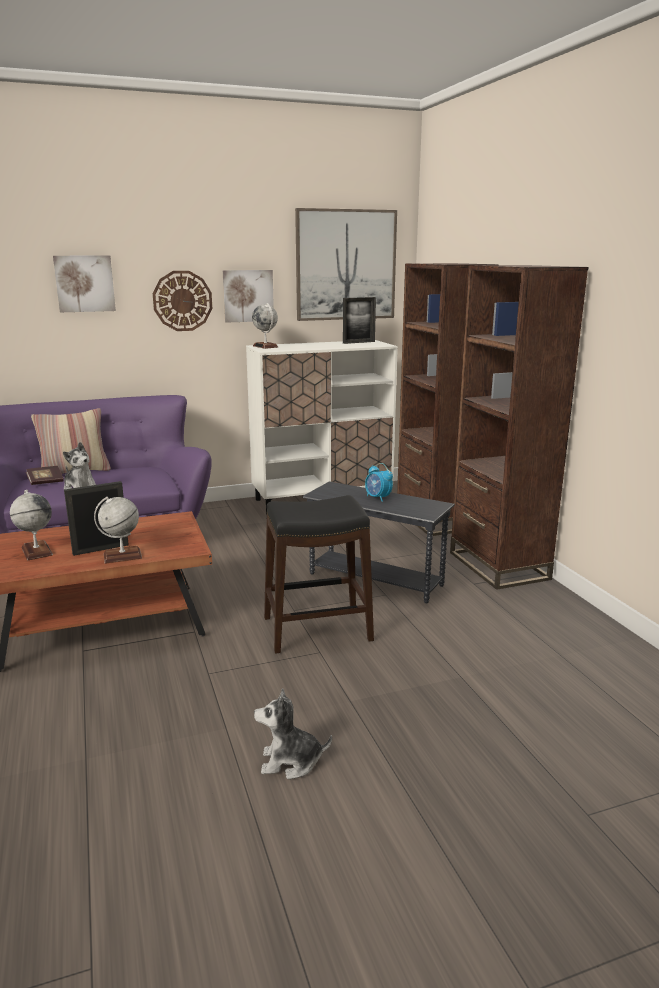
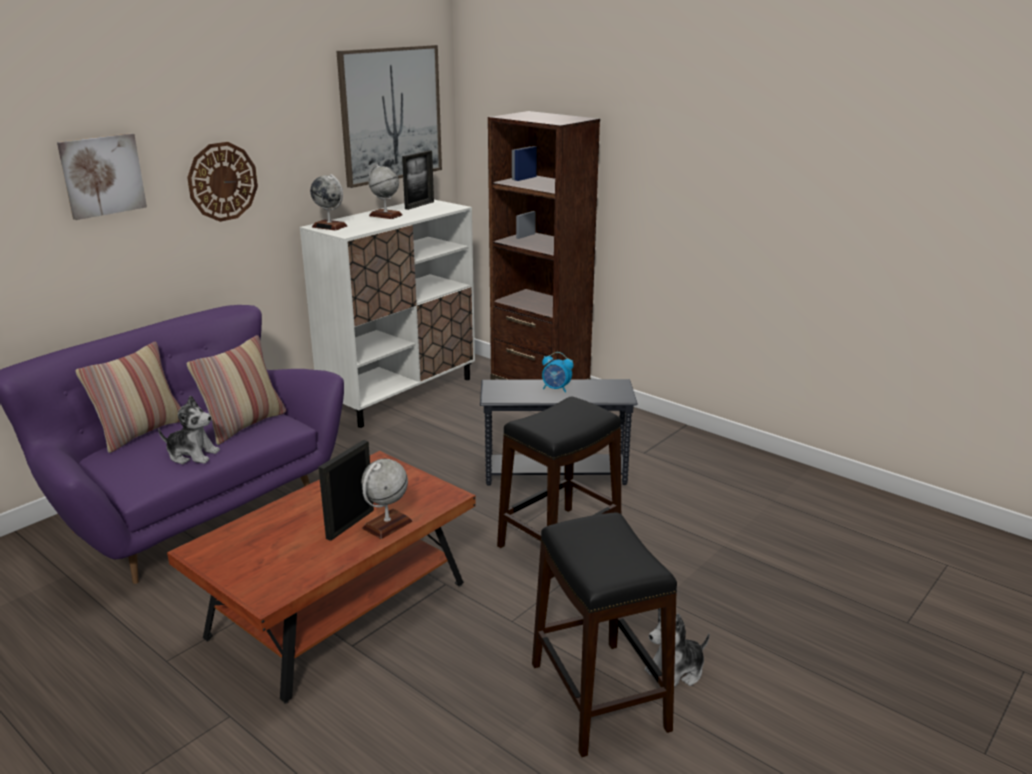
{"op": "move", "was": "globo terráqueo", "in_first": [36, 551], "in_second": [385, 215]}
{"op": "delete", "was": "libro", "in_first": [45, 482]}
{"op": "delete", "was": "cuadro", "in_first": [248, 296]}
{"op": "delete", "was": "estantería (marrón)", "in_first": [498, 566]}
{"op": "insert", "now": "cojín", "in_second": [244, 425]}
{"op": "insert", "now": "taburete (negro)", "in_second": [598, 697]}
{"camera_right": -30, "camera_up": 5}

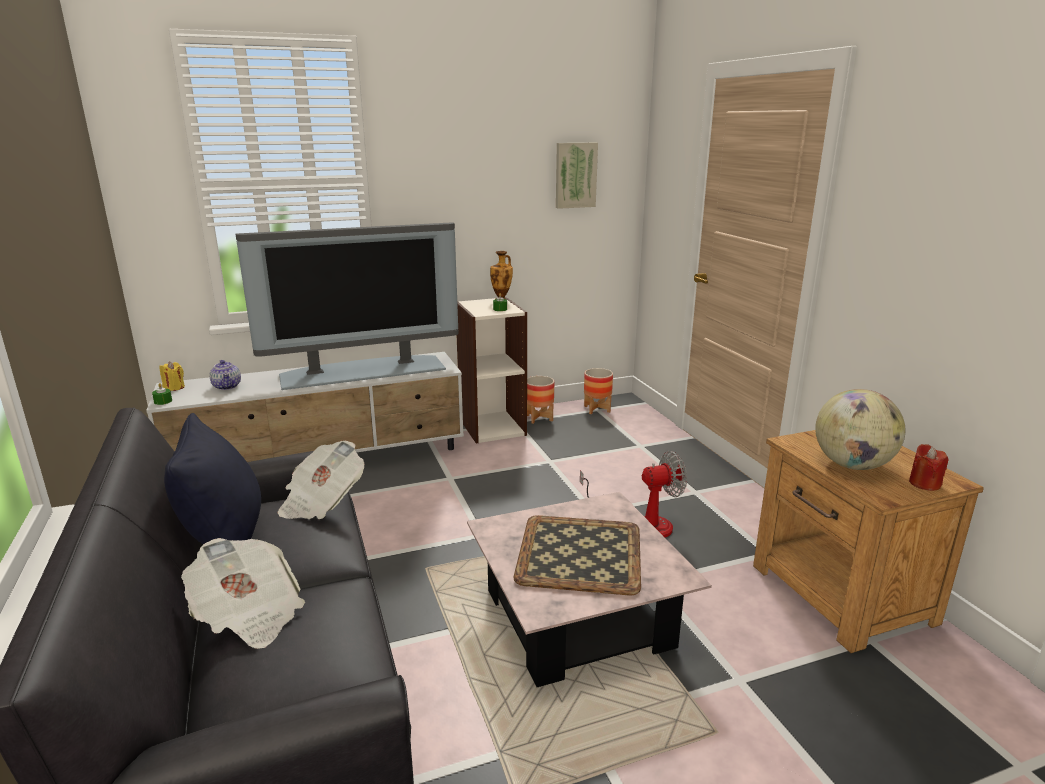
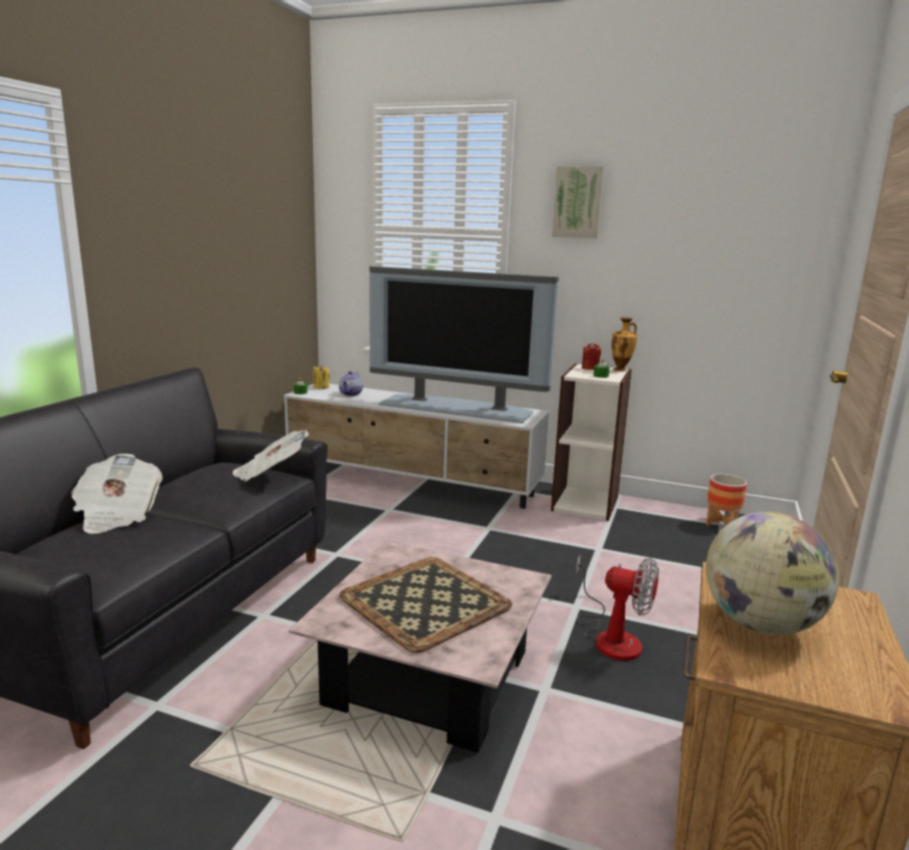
{"op": "delete", "was": "cojín (negro)", "in_first": [225, 538]}
{"op": "delete", "was": "maceta", "in_first": [539, 418]}
{"op": "move", "was": "cuadro", "in_first": [575, 175], "in_second": [578, 202]}
{"op": "move", "was": "vela (rojo)", "in_first": [924, 483], "in_second": [590, 368]}
{"camera_right": 40, "camera_up": -5}

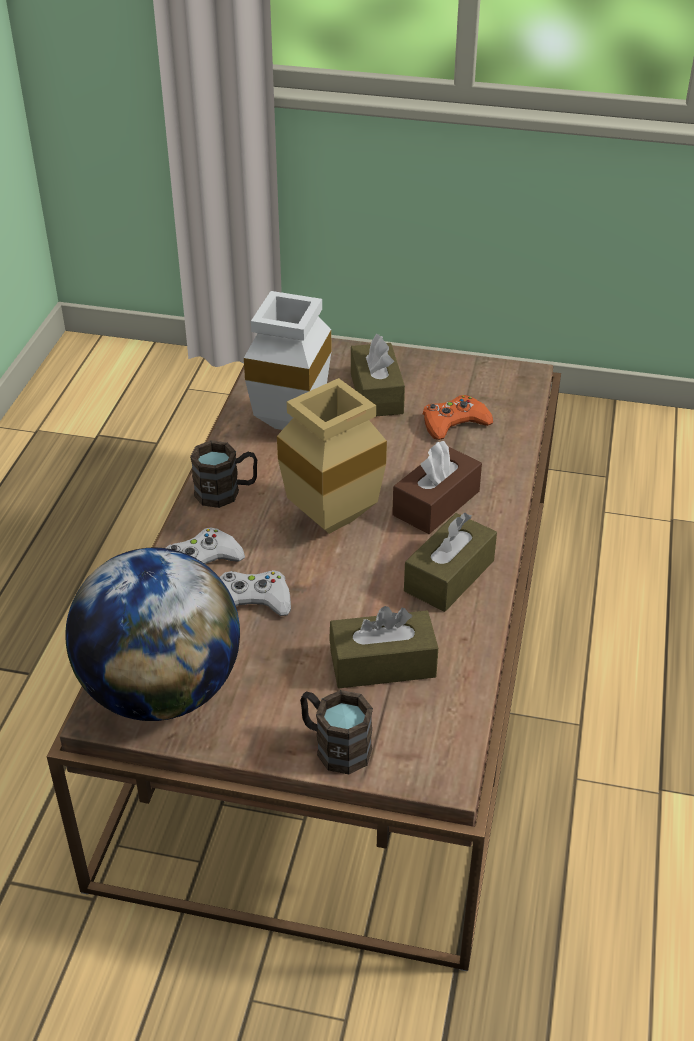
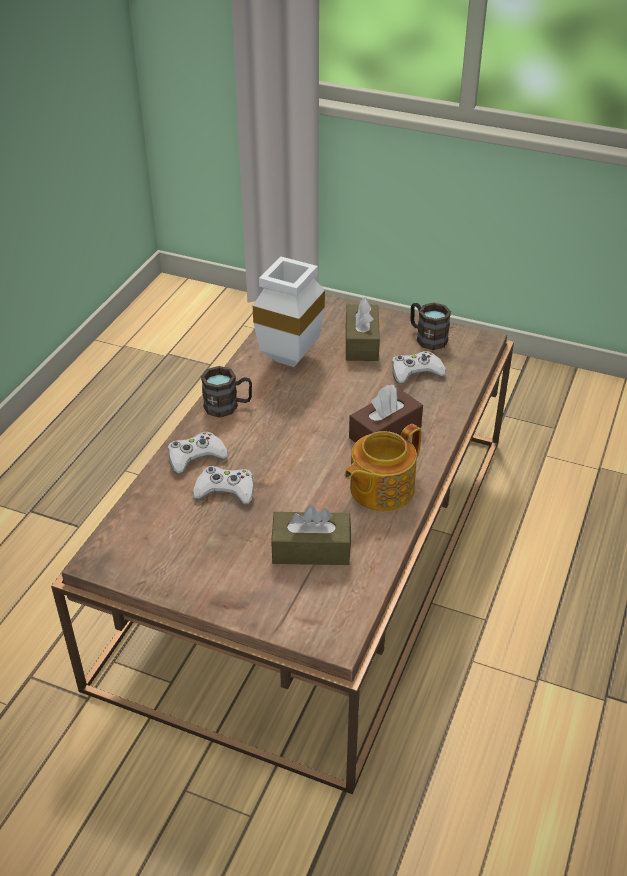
{"op": "delete", "was": "globo terráqueo", "in_first": [162, 691]}
{"op": "delete", "was": "florero (beis)", "in_first": [330, 523]}
{"op": "move", "was": "taza grande (marrón)", "in_first": [334, 746], "in_second": [427, 337]}
{"op": "replace", "was": "caja de pañuelos (marrón)", "now": "tetera", "in_first": [449, 576], "in_second": [380, 489]}
{"op": "recolor", "was": "mando de consola (naranja)", "now": "mando de consola (blanco)", "in_first": [454, 423], "in_second": [416, 372]}
{"camera_right": 10, "camera_up": 0}

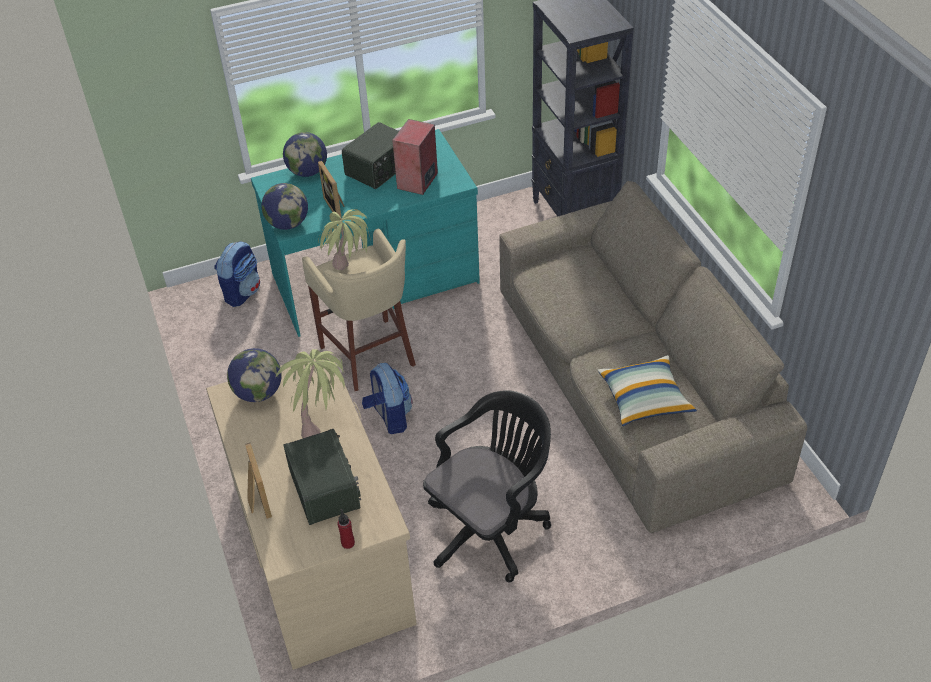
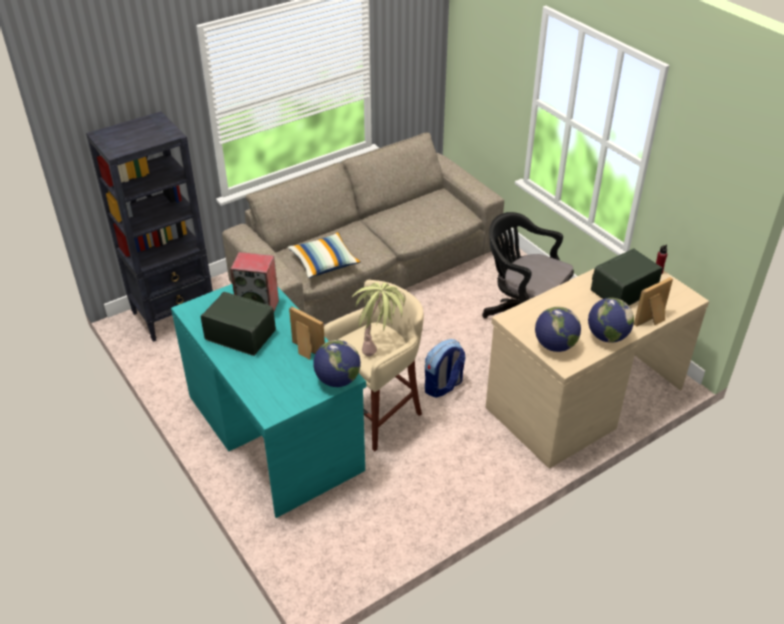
{"op": "delete", "was": "mochila", "in_first": [242, 292]}
{"op": "delete", "was": "planta en maceta", "in_first": [321, 422]}
{"op": "move", "was": "globo terráqueo", "in_first": [308, 172], "in_second": [607, 336]}
{"op": "rotate", "was": "portarretratos", "in_first": [337, 207], "in_second": [305, 351], "clockwise": -105}
{"op": "move", "was": "cojín", "in_first": [645, 399], "in_second": [324, 262]}
{"camera_right": -105, "camera_up": -5}

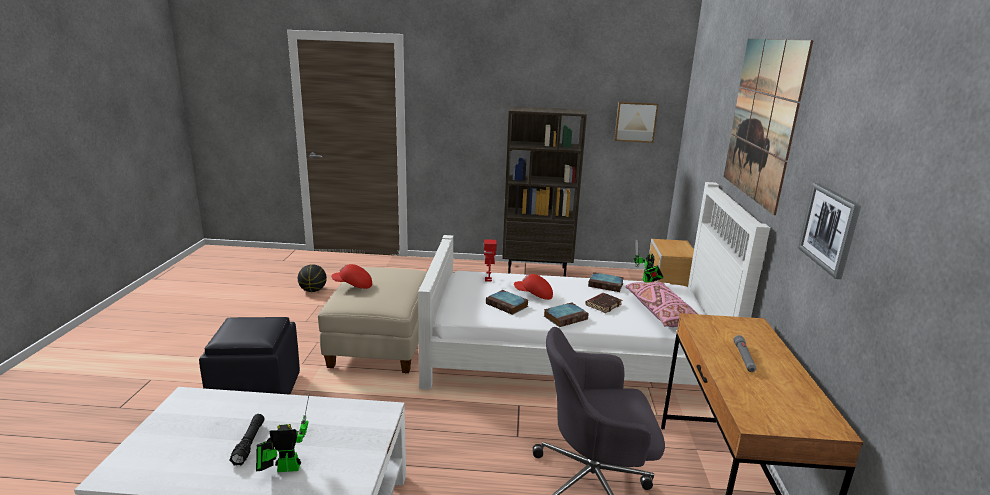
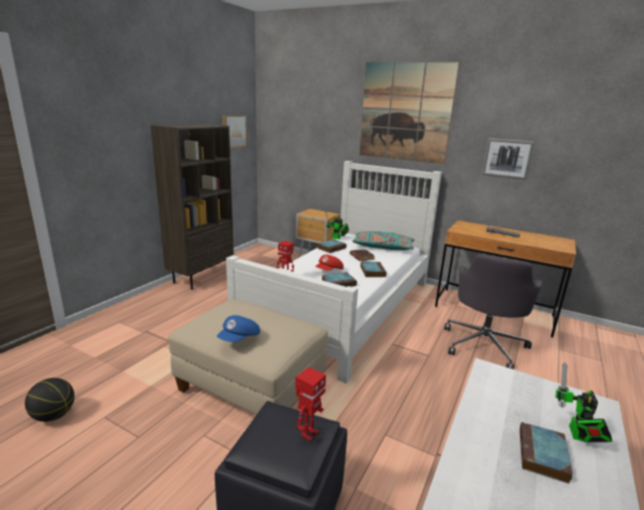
{"op": "replace", "was": "linterna (negro)", "now": "libro", "in_first": [249, 444], "in_second": [543, 456]}
{"op": "recolor", "was": "gorra (rojo)", "now": "gorra (azul)", "in_first": [353, 285], "in_second": [239, 339]}
{"op": "recolor", "was": "cojín (rosa)", "now": "cojín (turquesa)", "in_first": [661, 313], "in_second": [382, 247]}
{"op": "insert", "now": "robot de juguete", "in_second": [308, 433]}
{"camera_right": -65, "camera_up": 0}

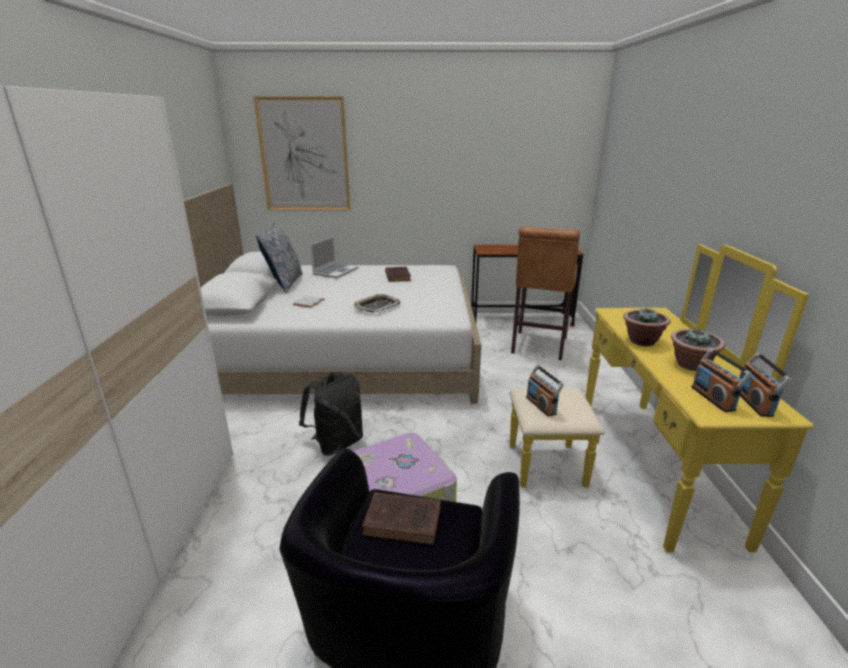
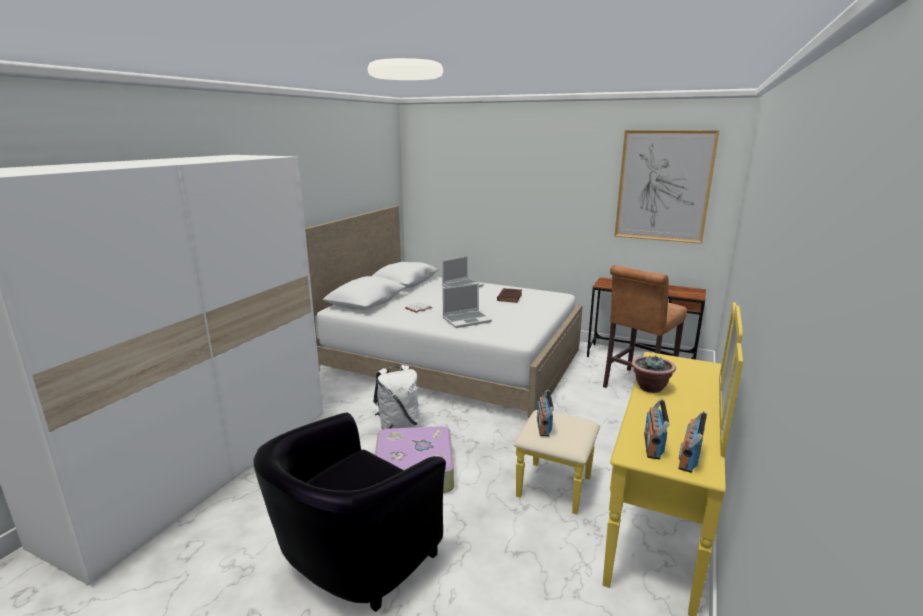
{"op": "move", "was": "cuadro", "in_first": [304, 155], "in_second": [663, 186]}
{"op": "delete", "was": "cojín", "in_first": [284, 283]}
{"op": "recolor", "was": "mochila (negro)", "now": "mochila (blanco)", "in_first": [336, 443], "in_second": [398, 424]}
{"op": "replace", "was": "bandeja", "now": "portátil", "in_first": [377, 307], "in_second": [467, 320]}
{"op": "delete", "was": "libro (marrón)", "in_first": [405, 521]}
{"op": "delete", "was": "planta en maceta", "in_first": [691, 365]}
{"camera_right": 25, "camera_up": -5}

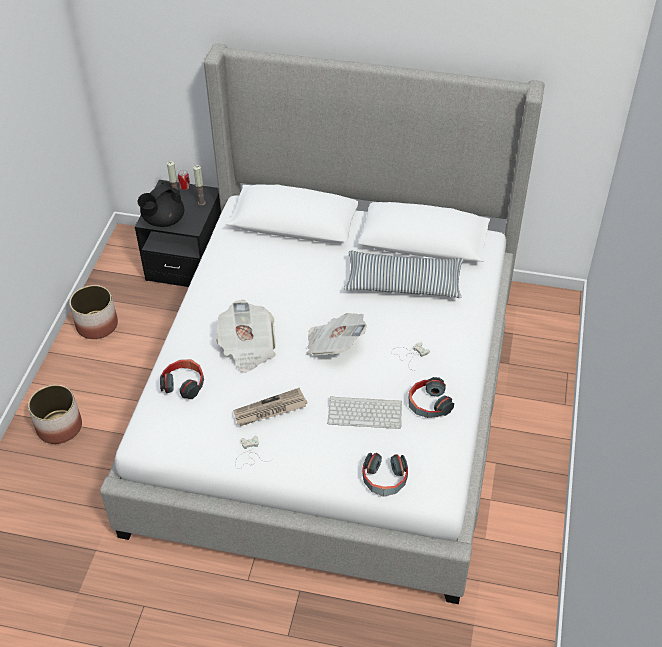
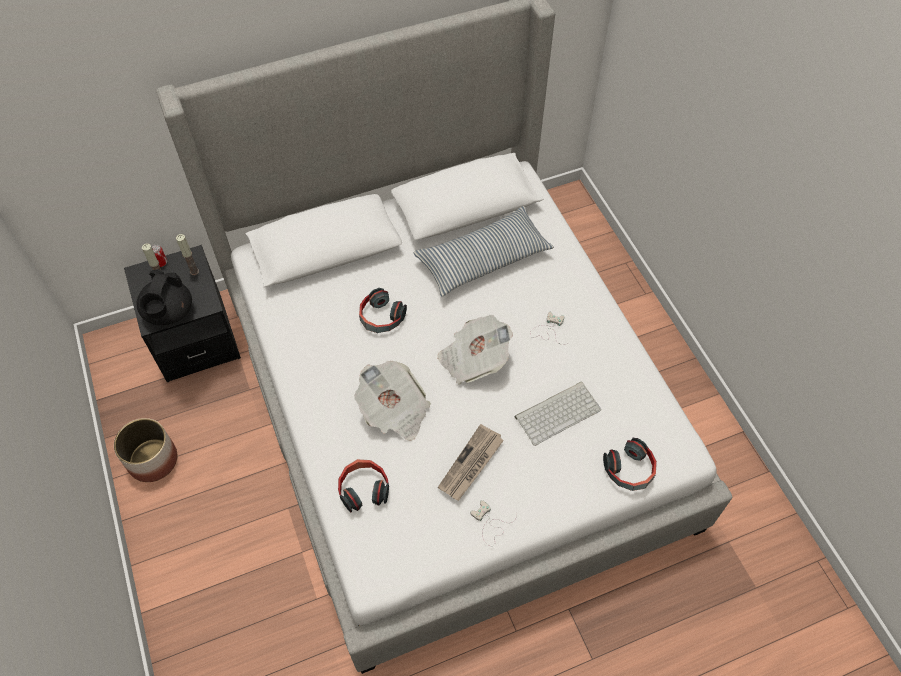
{"op": "delete", "was": "maceta", "in_first": [60, 427]}
{"op": "move", "was": "auriculares", "in_first": [428, 404], "in_second": [381, 317]}
{"camera_right": -35, "camera_up": 10}

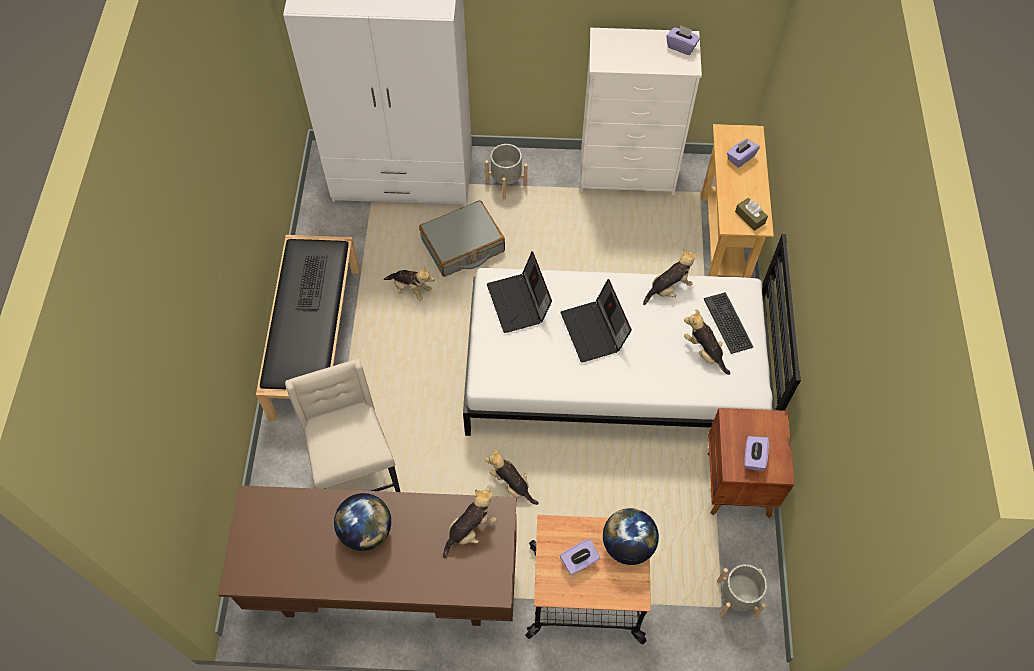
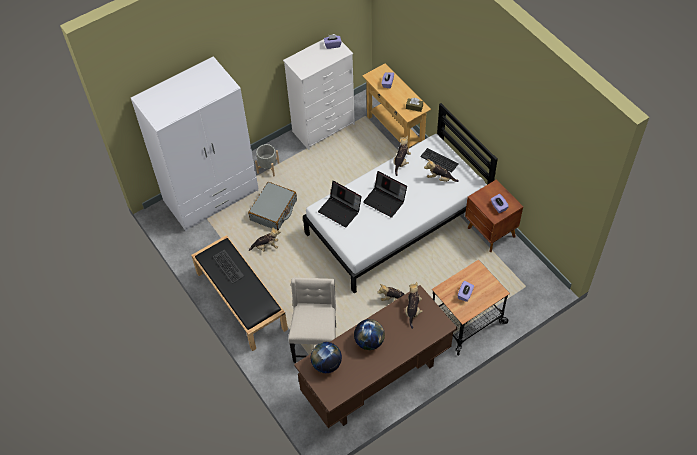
{"op": "rotate", "was": "silla (beis)", "in_first": [355, 469], "in_second": [316, 343], "clockwise": 60}
{"op": "move", "was": "globo terráqueo", "in_first": [627, 545], "in_second": [326, 364]}
{"op": "delete", "was": "maceta (gris)", "in_first": [737, 598]}
{"camera_right": -35, "camera_up": -5}

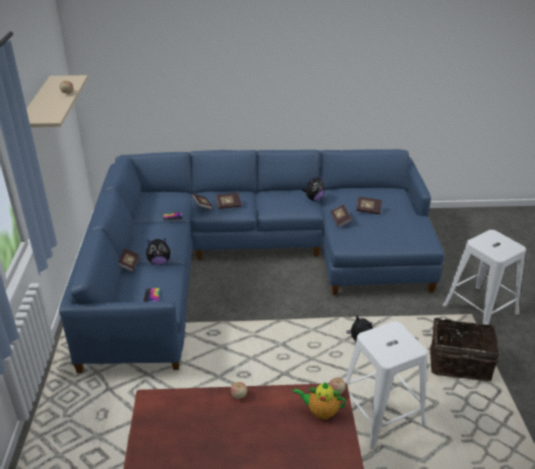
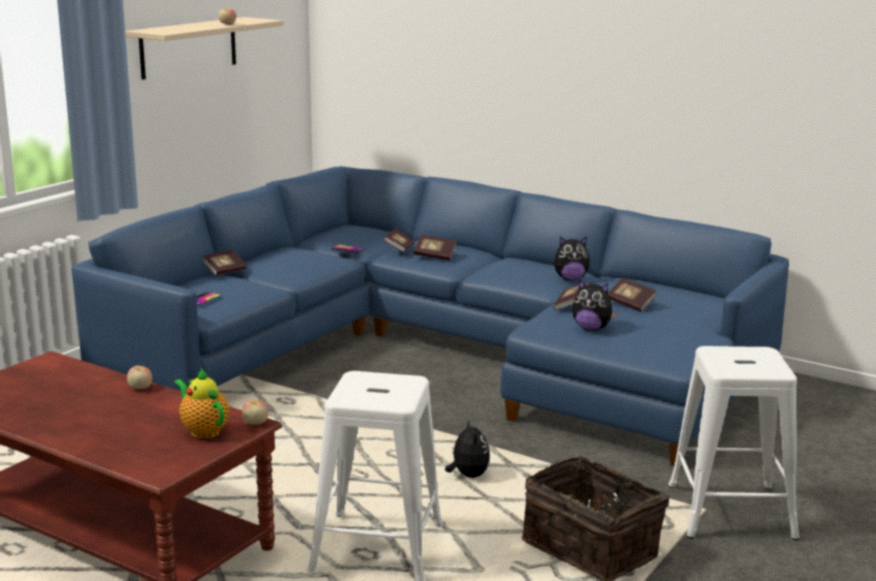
{"op": "move", "was": "peluche", "in_first": [159, 262], "in_second": [592, 328]}
{"camera_right": 35, "camera_up": -15}

